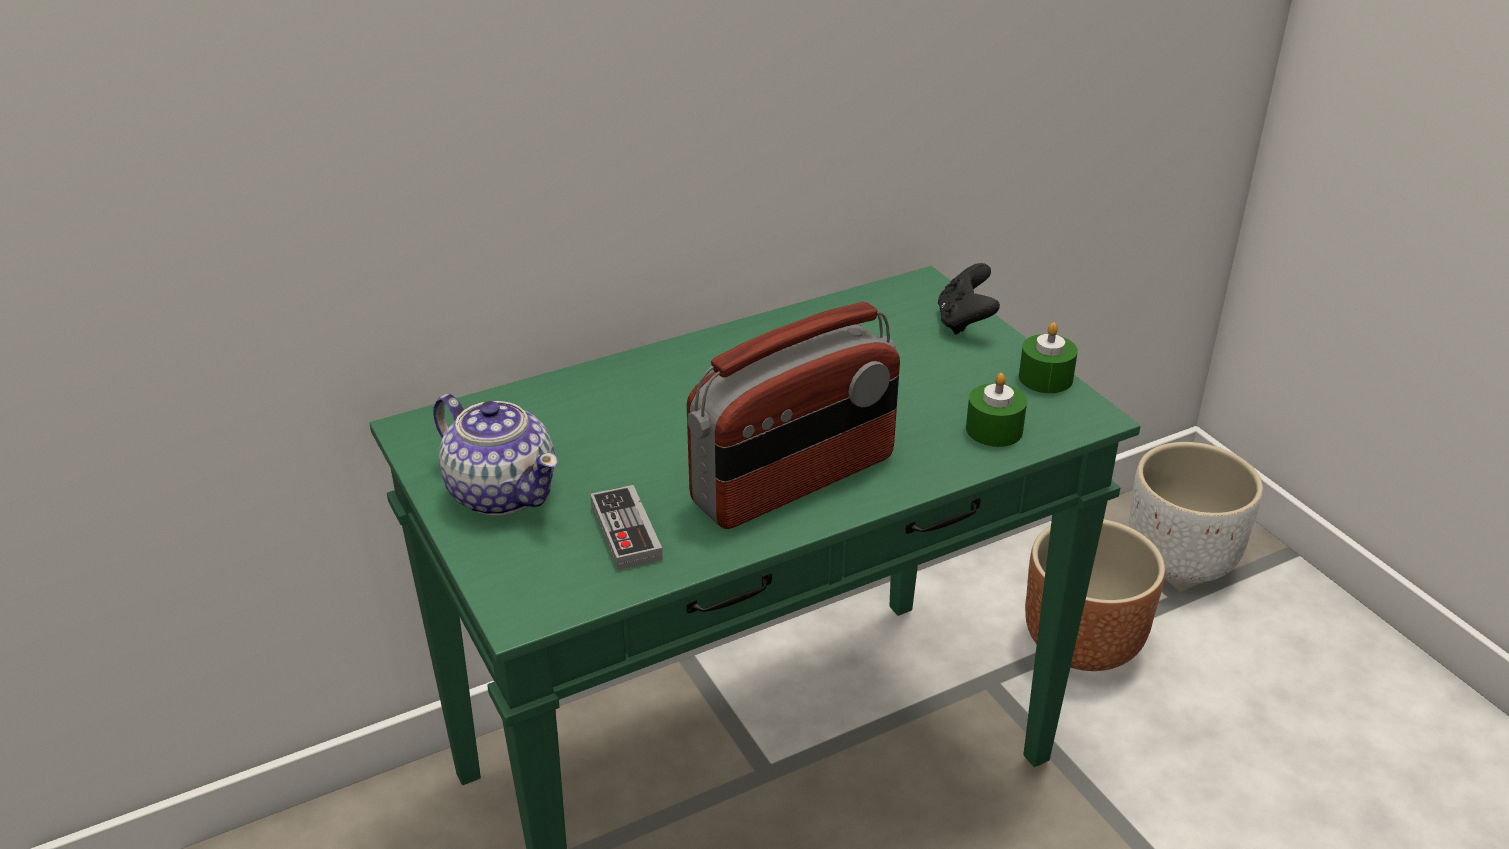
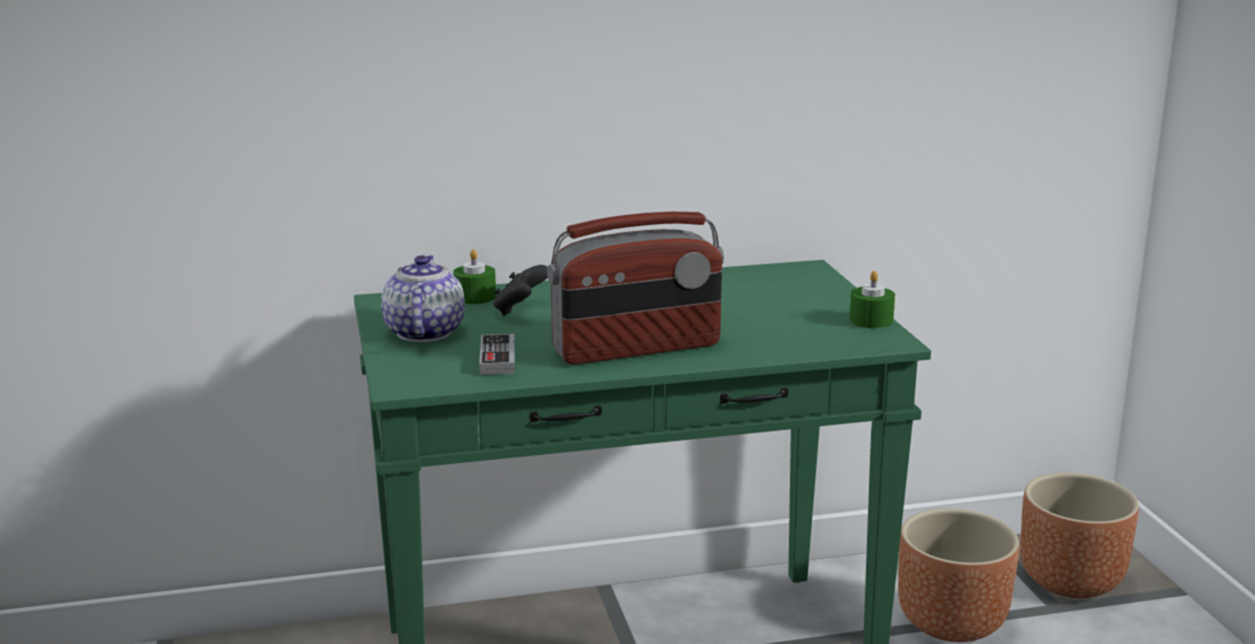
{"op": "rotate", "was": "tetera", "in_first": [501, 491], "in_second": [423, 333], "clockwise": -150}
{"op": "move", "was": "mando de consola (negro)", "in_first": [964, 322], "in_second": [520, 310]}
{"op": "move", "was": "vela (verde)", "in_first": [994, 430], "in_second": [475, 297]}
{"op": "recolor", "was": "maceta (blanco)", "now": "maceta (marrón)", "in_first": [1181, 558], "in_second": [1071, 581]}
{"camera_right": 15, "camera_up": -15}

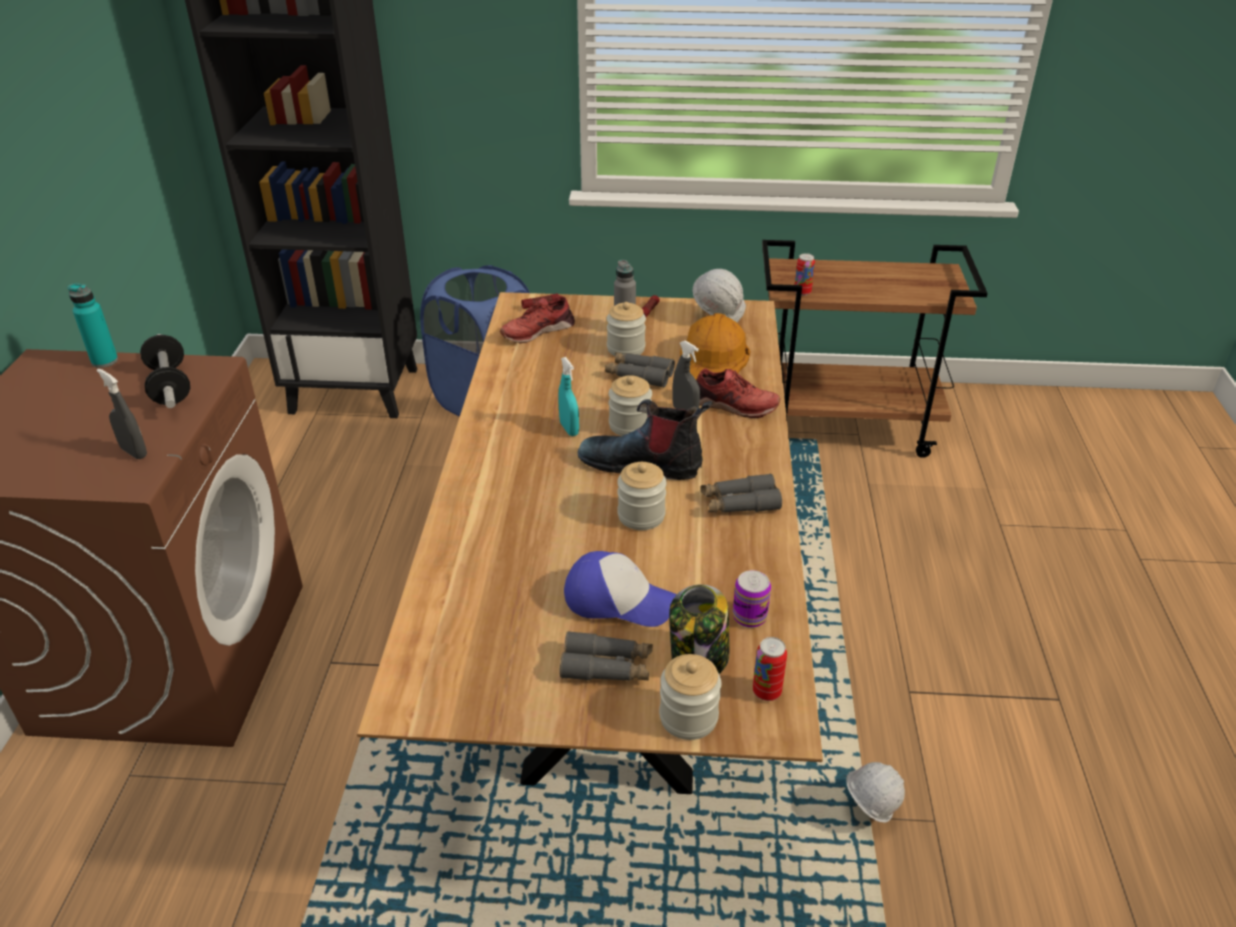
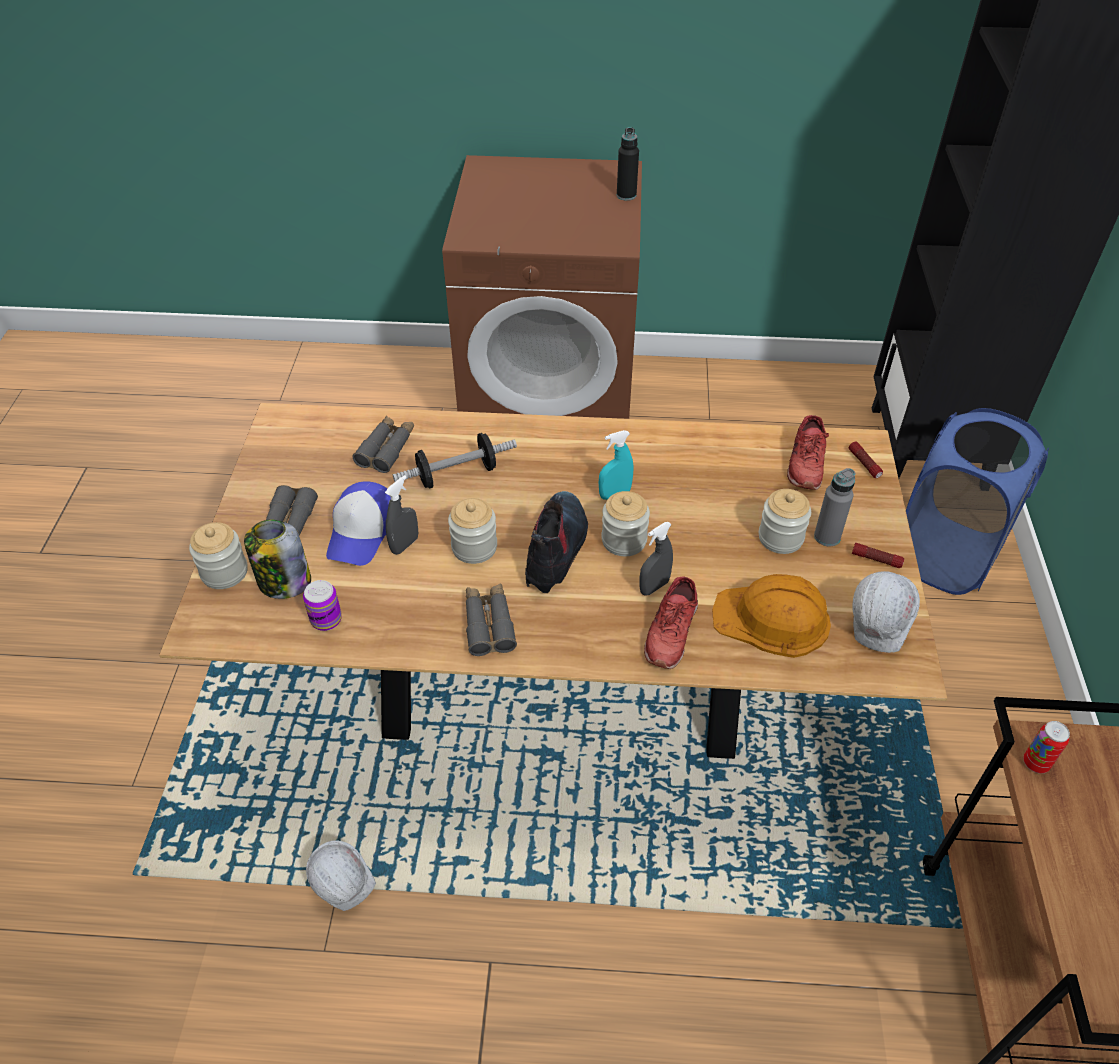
{"op": "recolor", "was": "botella (turquesa)", "now": "botella (negro)", "in_first": [104, 361], "in_second": [626, 195]}
{"op": "move", "was": "pulverizador (gris)", "in_first": [134, 452], "in_second": [404, 545]}
{"op": "move", "was": "mancuerna", "in_first": [170, 386], "in_second": [457, 474]}
{"op": "rotate", "was": "zapato (rojo)", "in_first": [537, 331], "in_second": [805, 463], "clockwise": -135}
{"op": "move", "was": "prismáticos (gris)", "in_first": [639, 375], "in_second": [386, 449]}
{"op": "delete", "was": "lata", "in_first": [766, 692]}
{"camera_right": 90, "camera_up": 10}

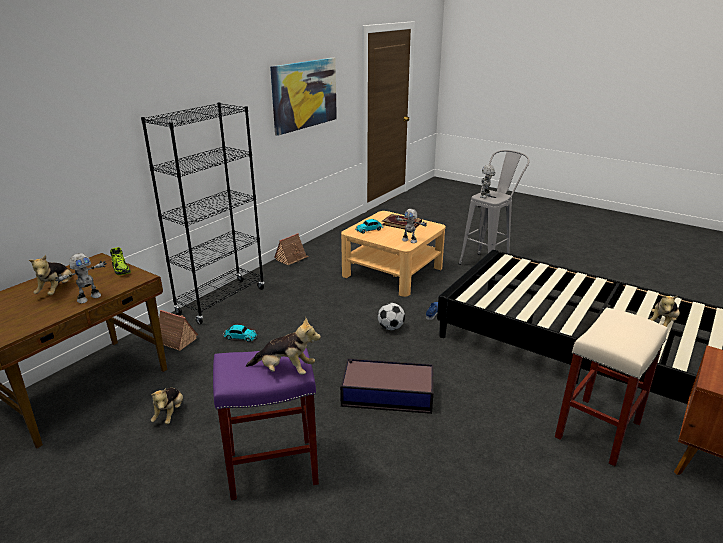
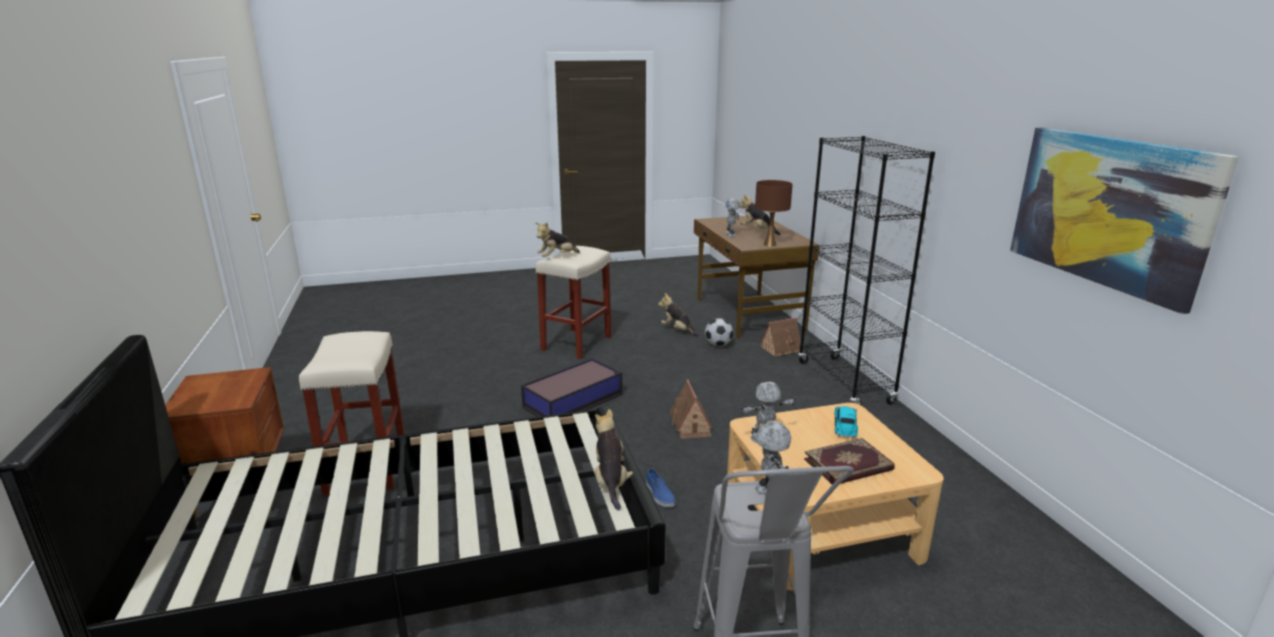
{"op": "replace", "was": "zapato", "now": "lámpara de mesa (marrón)", "in_first": [121, 270], "in_second": [770, 244]}
{"op": "recolor", "was": "taburete (morado)", "now": "taburete (beis)", "in_first": [271, 468], "in_second": [576, 343]}
{"op": "delete", "was": "coche de juguete", "in_first": [239, 337]}
{"op": "move", "was": "casita", "in_first": [291, 258], "in_second": [691, 425]}
{"op": "move", "was": "balón de fútbol", "in_first": [391, 328], "in_second": [718, 345]}
{"op": "move", "was": "peluche", "in_first": [662, 324], "in_second": [611, 482]}
{"camera_right": 130, "camera_up": -5}

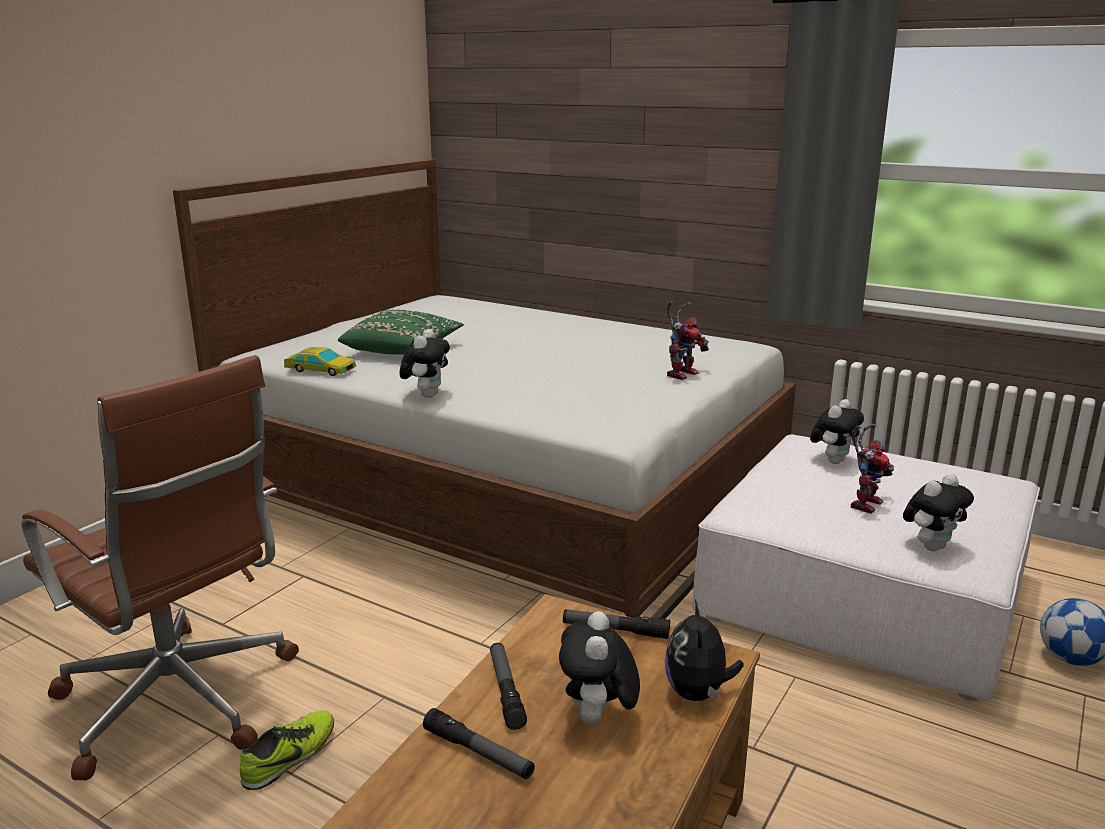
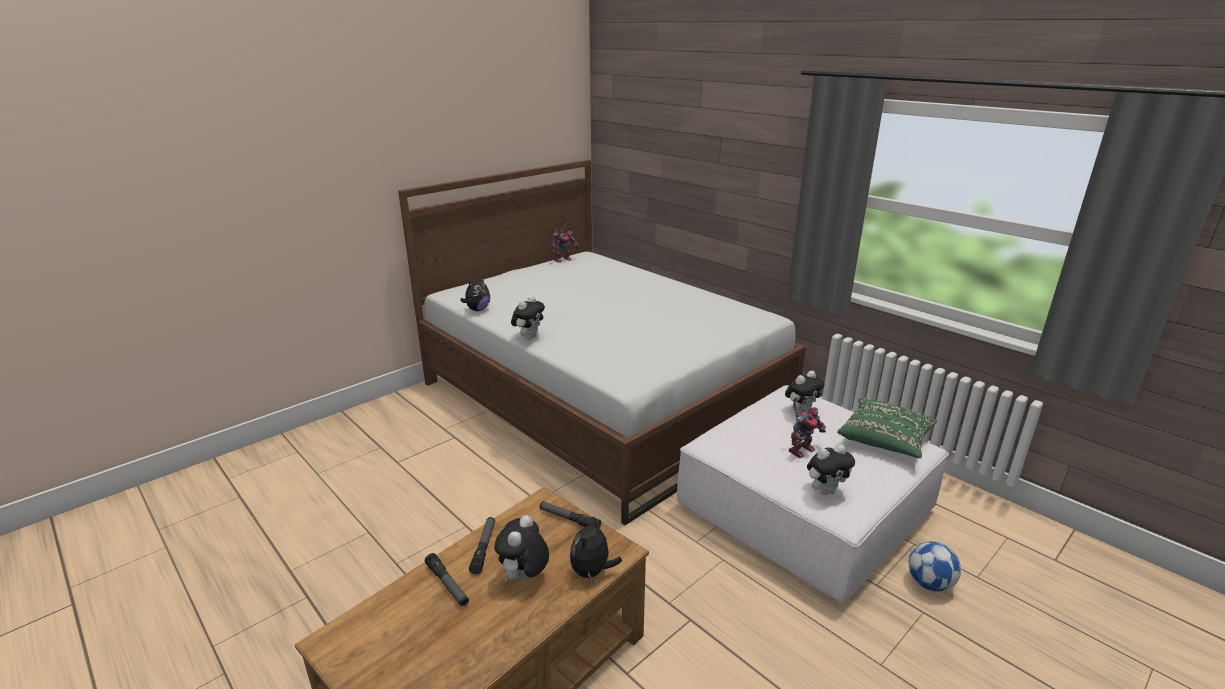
{"op": "delete", "was": "silla de oficina (marrón)", "in_first": [180, 702]}
{"op": "delete", "was": "zapato", "in_first": [290, 757]}
{"op": "replace", "was": "coche de juguete", "now": "peluche", "in_first": [320, 370], "in_second": [477, 309]}
{"op": "move", "was": "cojín (verde)", "in_first": [403, 351], "in_second": [884, 440]}
{"op": "move", "was": "robot de juguete", "in_first": [682, 373], "in_second": [563, 259]}
{"camera_right": 15, "camera_up": 5}

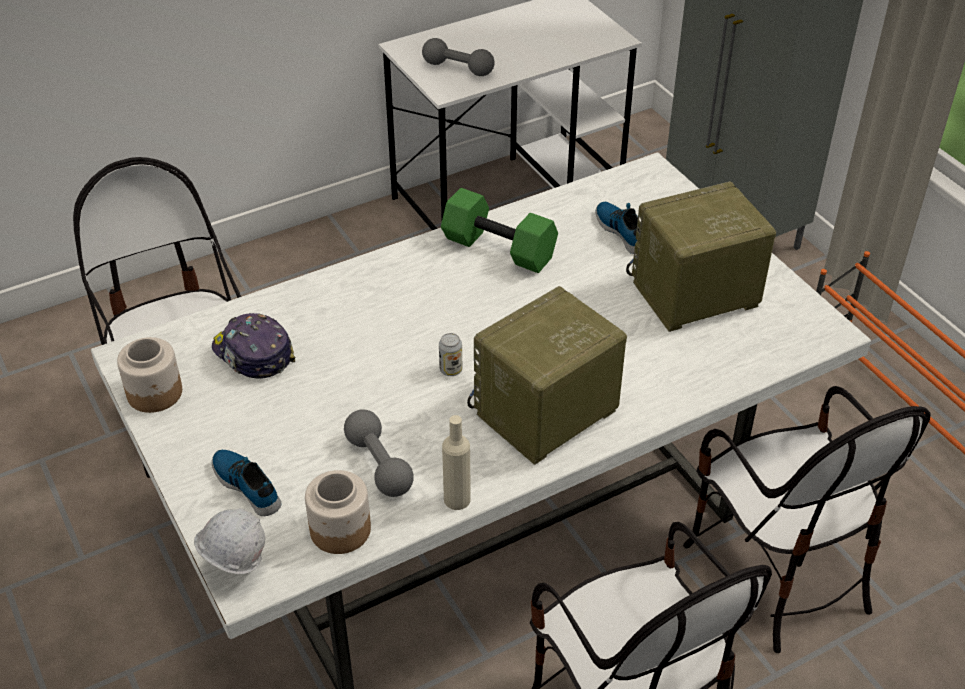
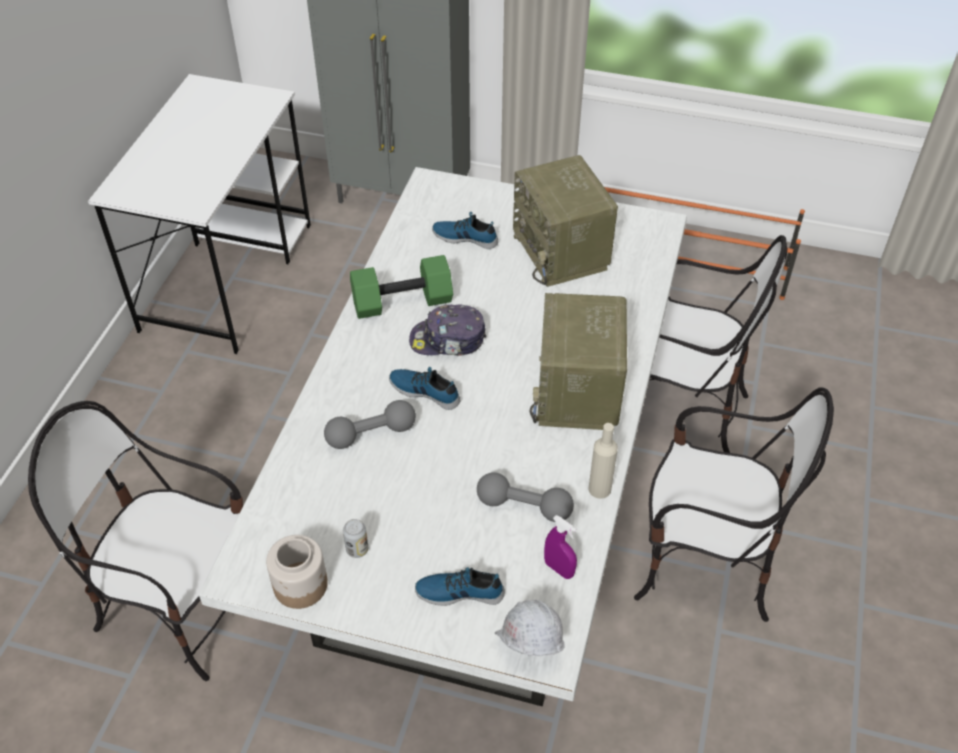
{"op": "move", "was": "gorra", "in_first": [253, 354], "in_second": [448, 340]}
{"op": "replace", "was": "tarro", "now": "pulverizador (morado)", "in_first": [339, 530], "in_second": [559, 569]}
{"op": "move", "was": "mancuerna (gris)", "in_first": [458, 68], "in_second": [371, 434]}
{"op": "move", "was": "lata", "in_first": [451, 370], "in_second": [357, 549]}
{"op": "rotate", "was": "radio", "in_first": [693, 296], "in_second": [562, 253], "clockwise": -45}
{"op": "insert", "now": "zapato", "in_second": [425, 391]}
{"camera_right": -45, "camera_up": 5}

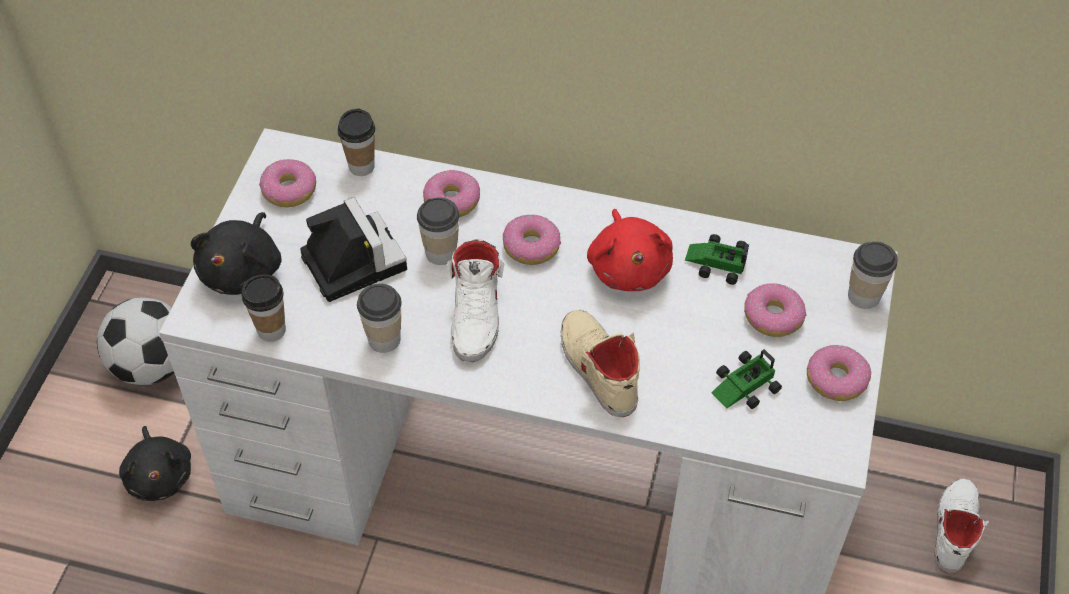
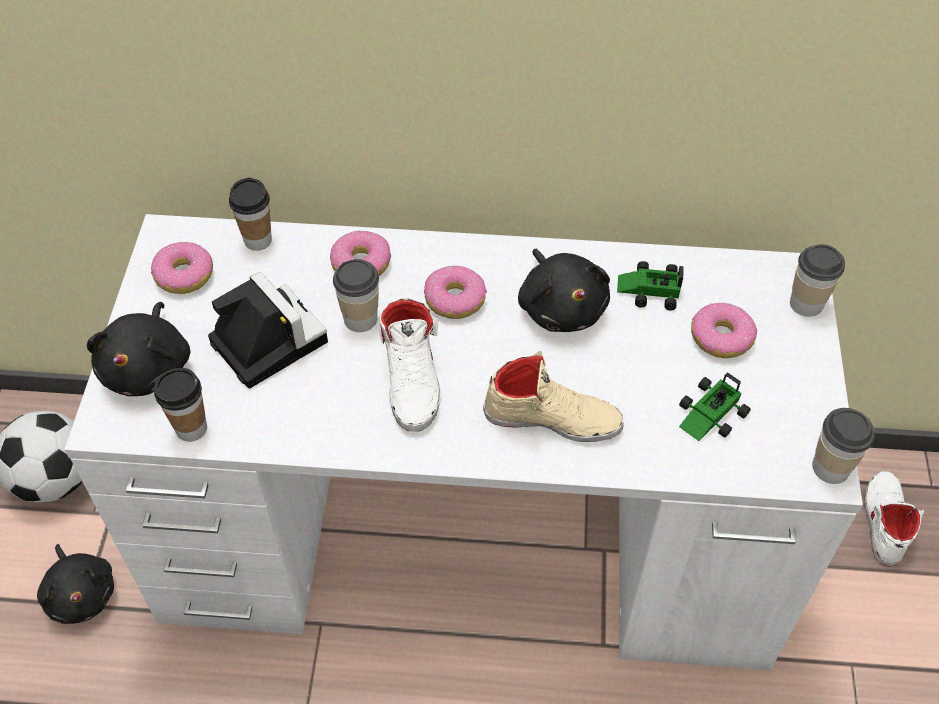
{"op": "move", "was": "taza", "in_first": [384, 339], "in_second": [830, 468]}
{"op": "rotate", "was": "zapato (beis)", "in_first": [597, 367], "in_second": [552, 417], "clockwise": 135}
{"op": "recolor", "was": "peluche (rojo)", "now": "peluche (negro)", "in_first": [629, 267], "in_second": [561, 307]}
{"op": "delete", "was": "rosquilla", "in_first": [836, 379]}
{"camera_right": -10, "camera_up": 0}

